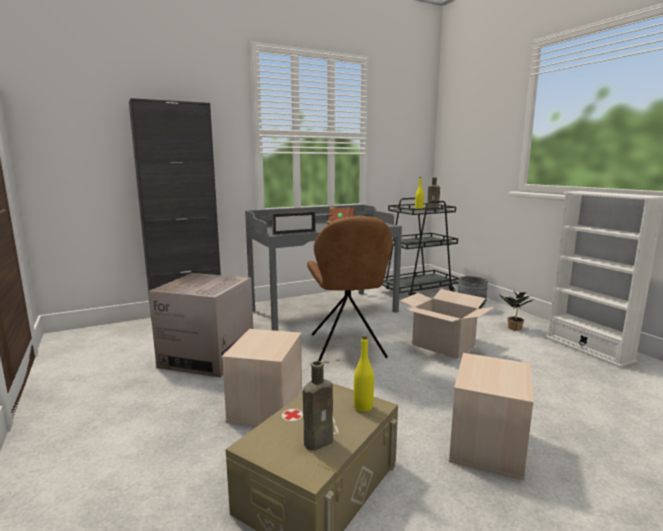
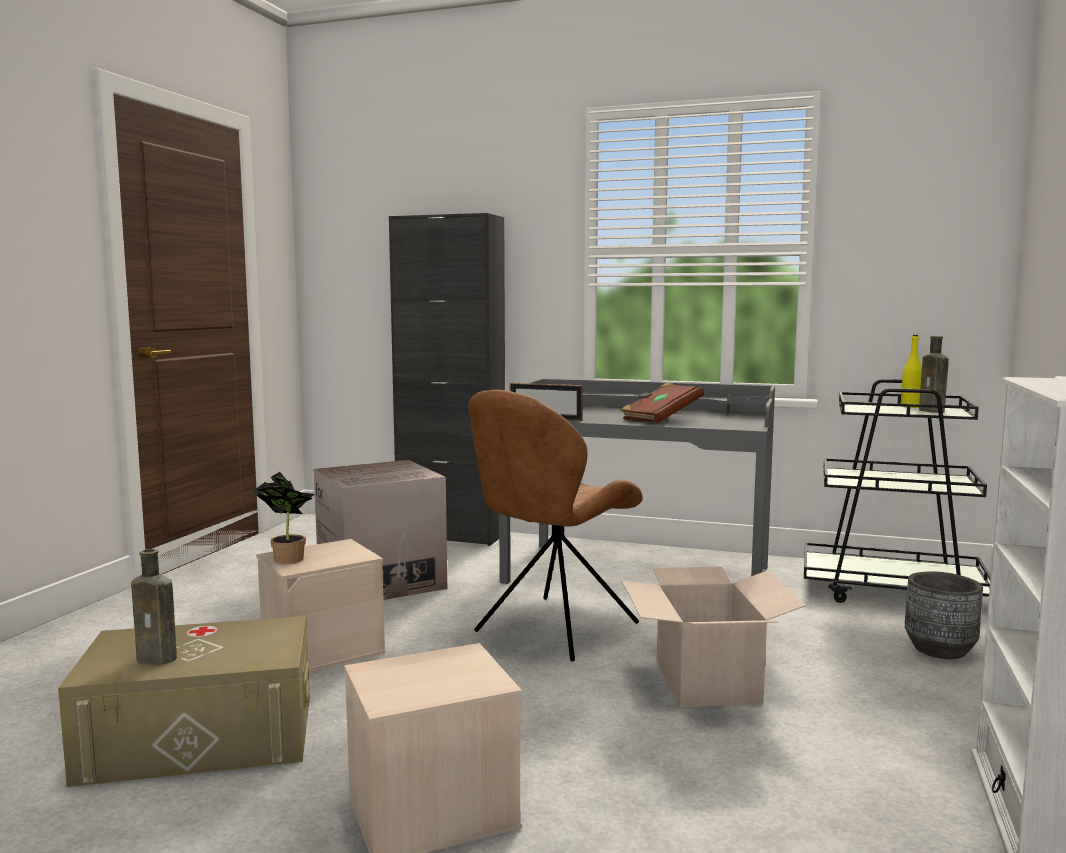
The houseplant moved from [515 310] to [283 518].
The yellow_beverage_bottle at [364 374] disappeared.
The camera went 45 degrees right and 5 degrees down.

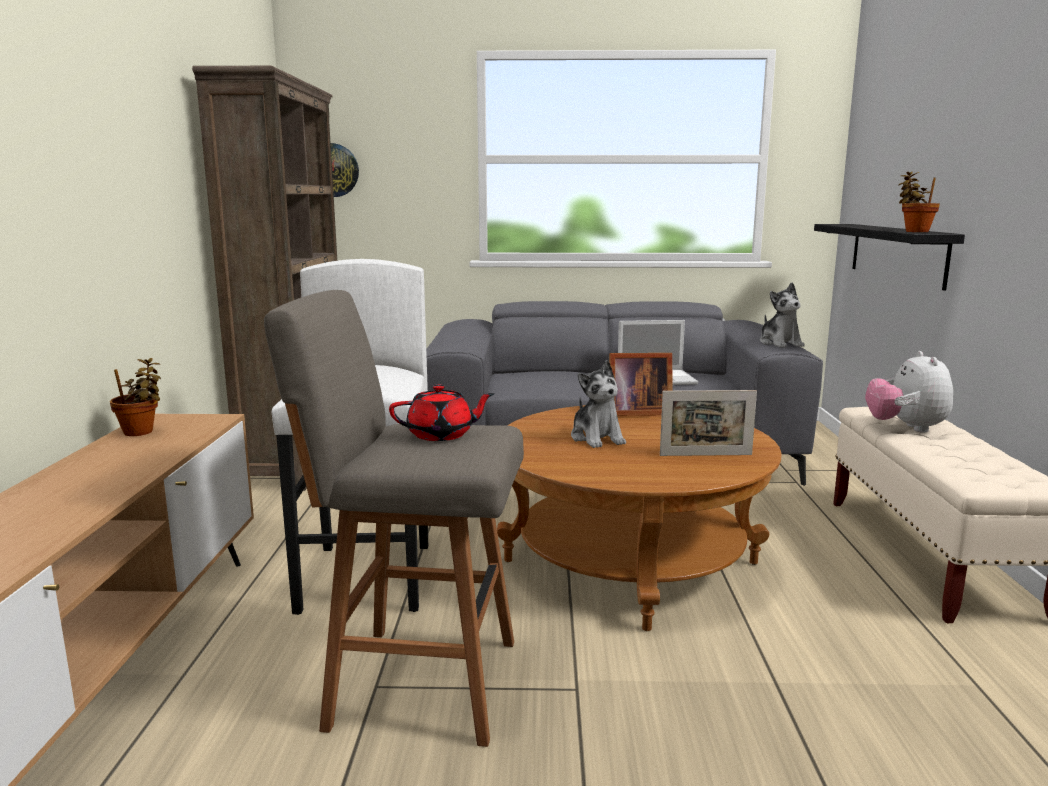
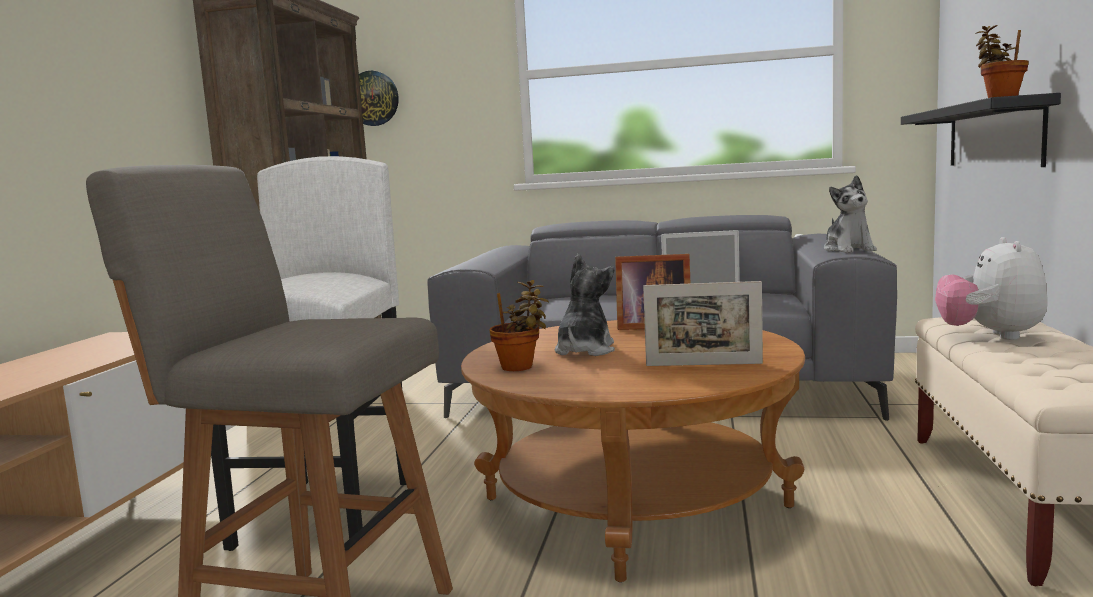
The houseplant moved from [135 397] to [519 325].
The plush_toy at [598 404] turned 150 degrees counterclockwise.
The red-coloured_teapot at [442 413] disappeared.
The camera went 10 degrees right and 5 degrees down.

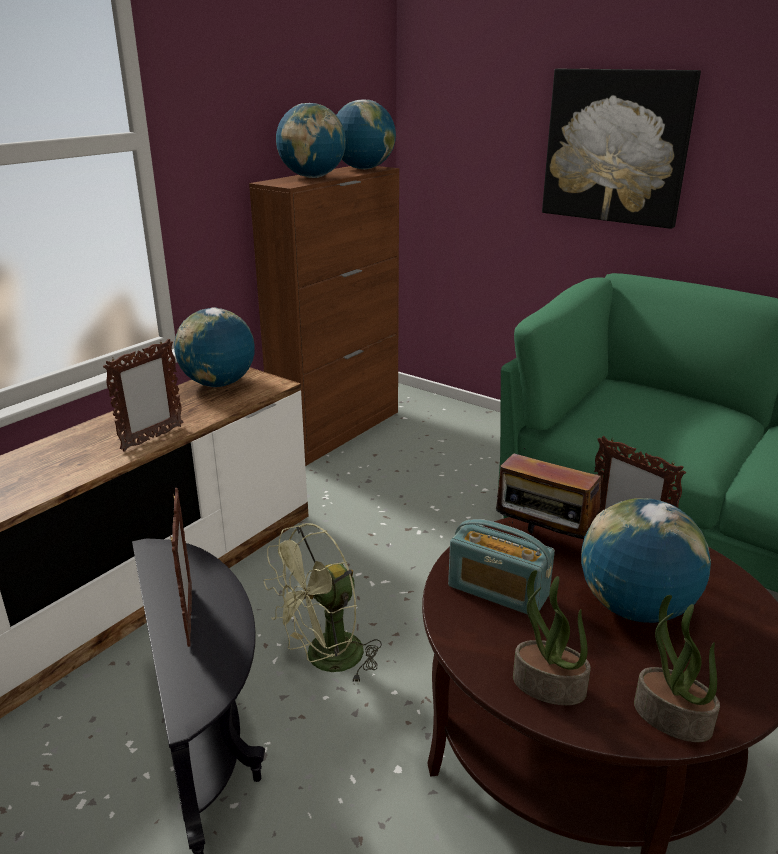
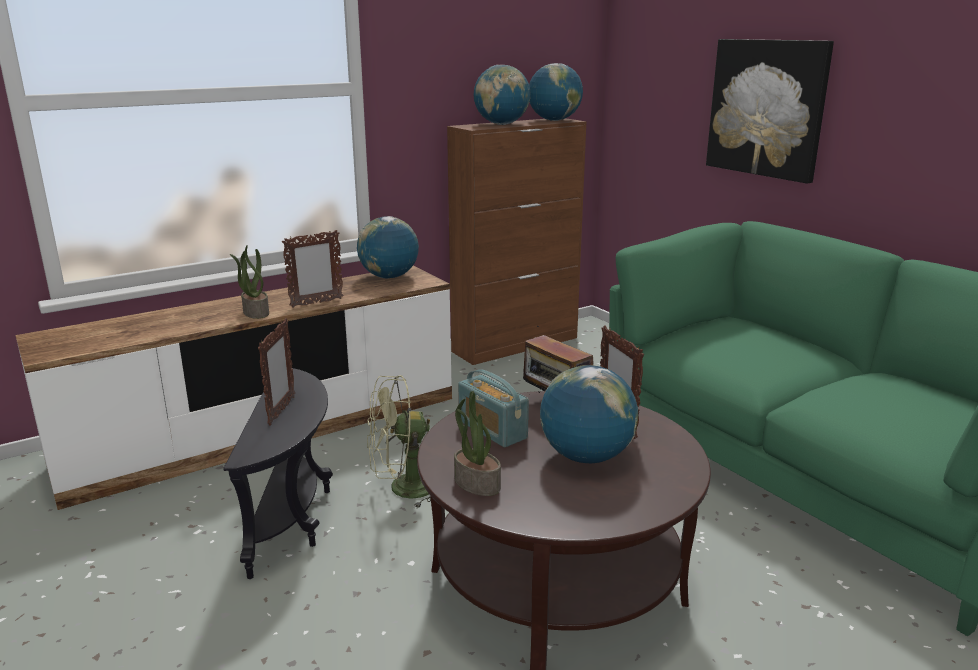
The houseplant moved from [677 668] to [249 282].
The camera went 20 degrees right and 5 degrees down.

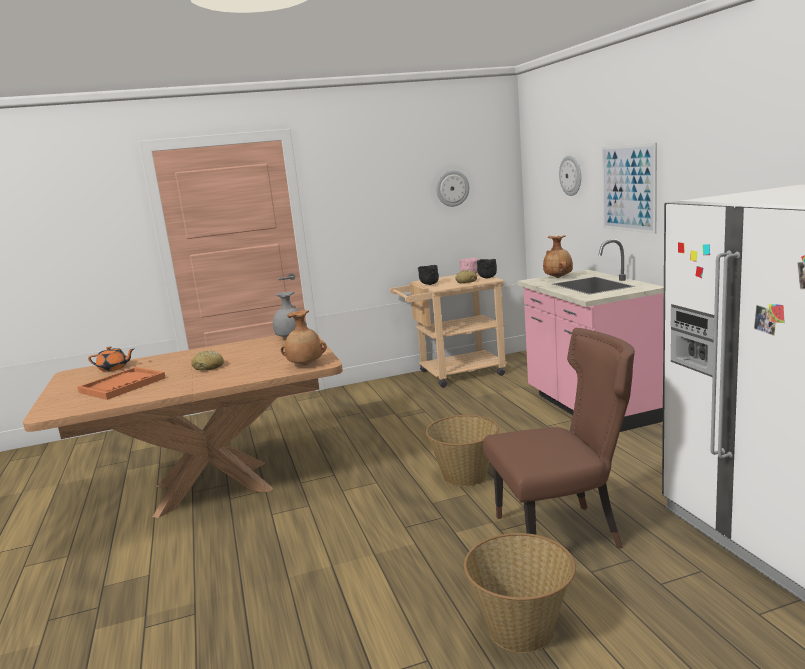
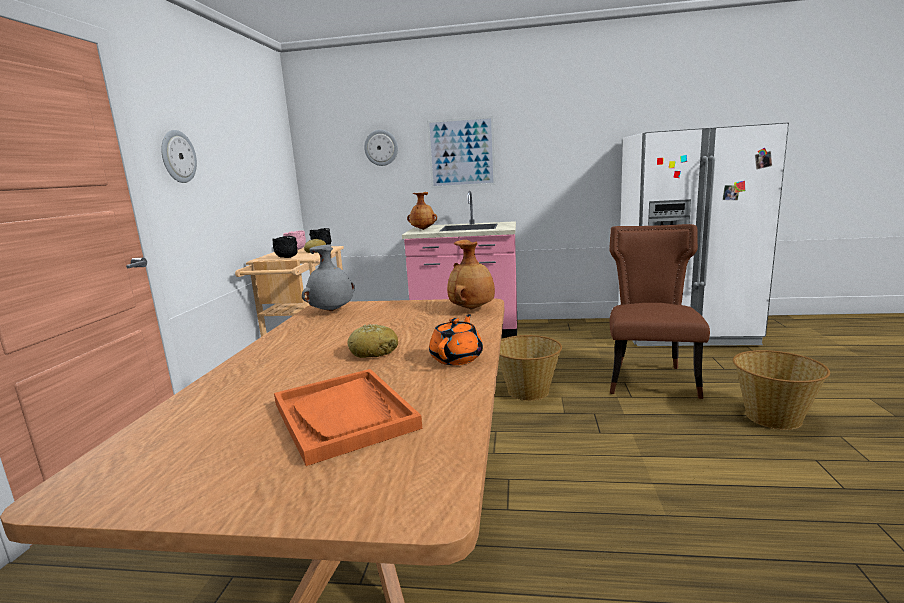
The hanging_clock moved from [452 188] to [179 156].
The orange_teapot moved from [111 358] to [456 339].
The camera went 65 degrees left and 0 degrees up.

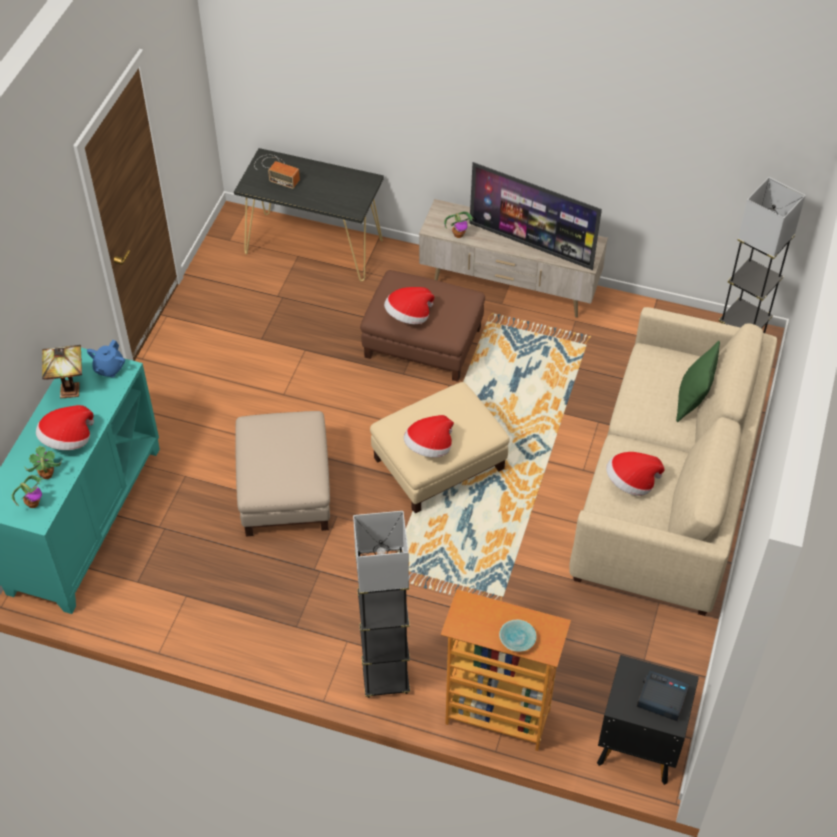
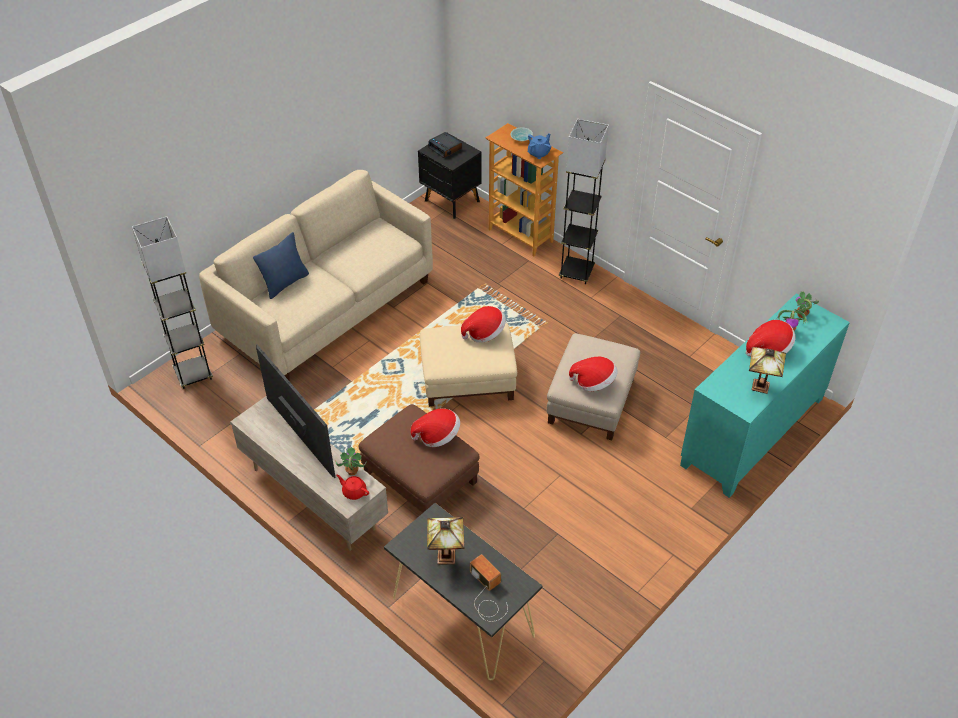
The green-coloured_cushion at [698 381] became the blue_cushion at [281 265].
The red-coloured_teapot at [352 487] appeared.
The tabletop_lamp at [445 540] appeared.
The blue_teapot moved from [106 359] to [539 146].
The clothing_hat moved from [635 474] to [593 374].
The camera went 155 degrees left and 5 degrees down.

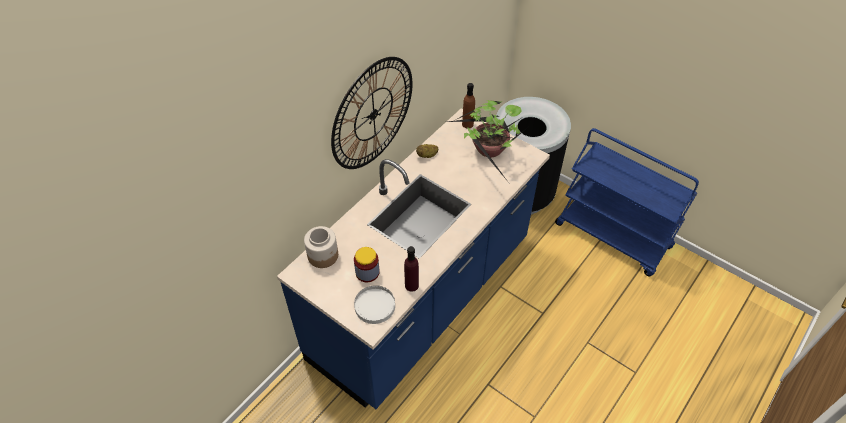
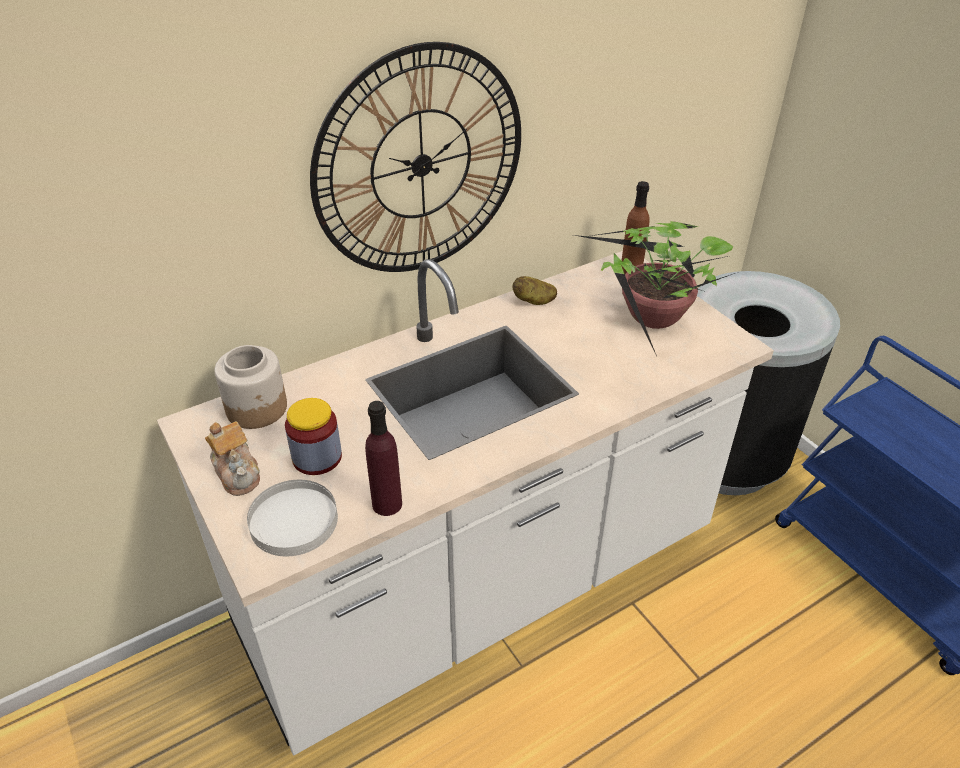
The blue_kitchen_counter at [413 258] became the whitish_kitchen_counter at [465 503].
The teapot at [232 458] appeared.
The camera went 20 degrees right and 10 degrees down.

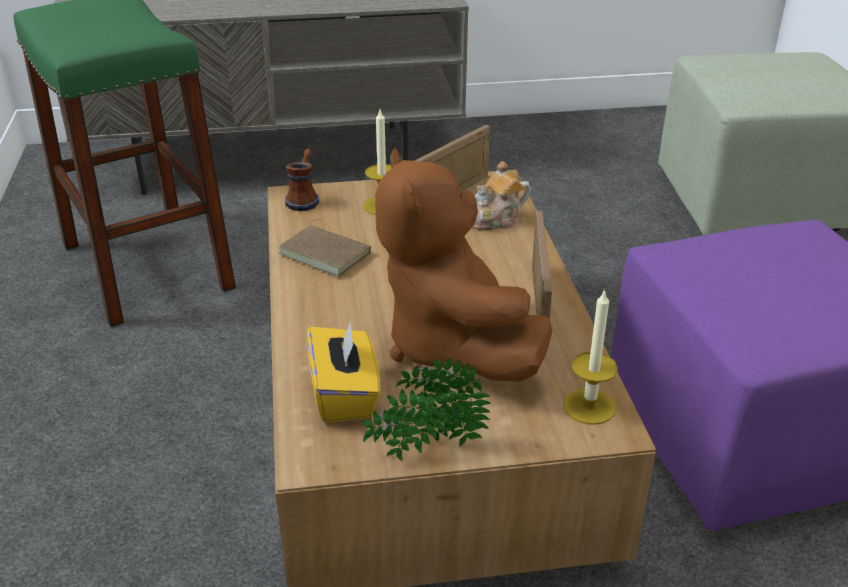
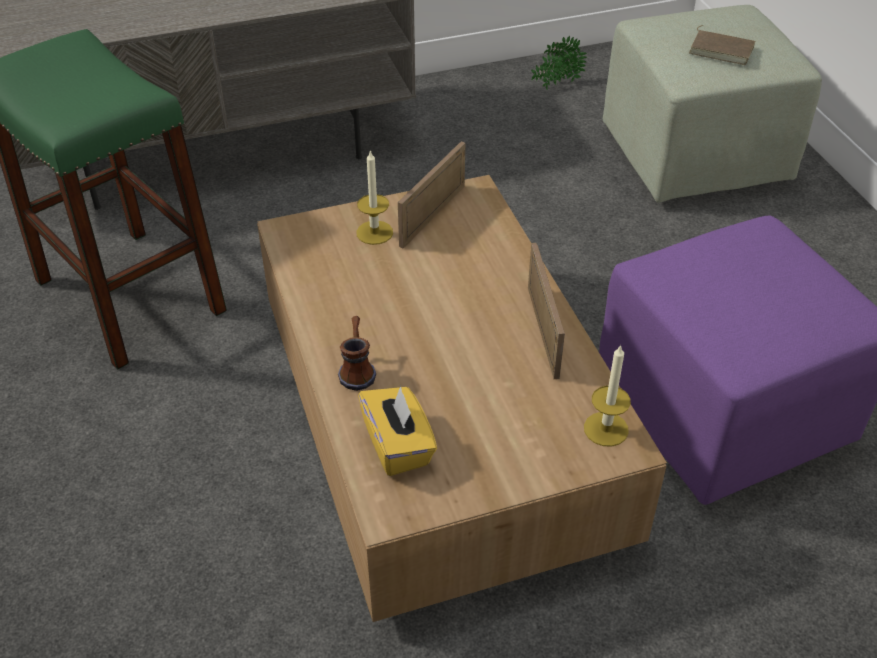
The coffee_mug moved from [302 179] to [357 353].
The houseplant moved from [426 409] to [559 63].
The brownish_book moved from [325 248] to [722 45].
The brownish_plush_toy at [464 265] disappeared.
The teapot at [501 195] disappeared.
The camera went 10 degrees left and 10 degrees up.

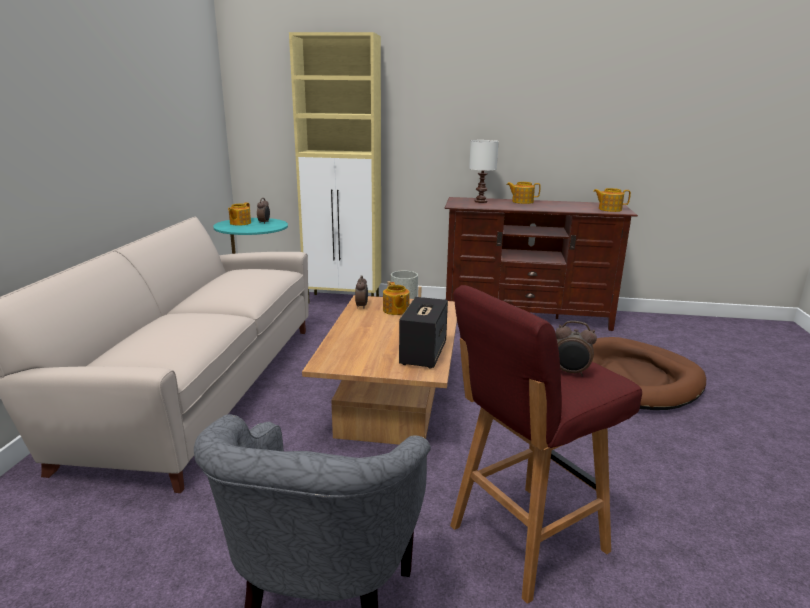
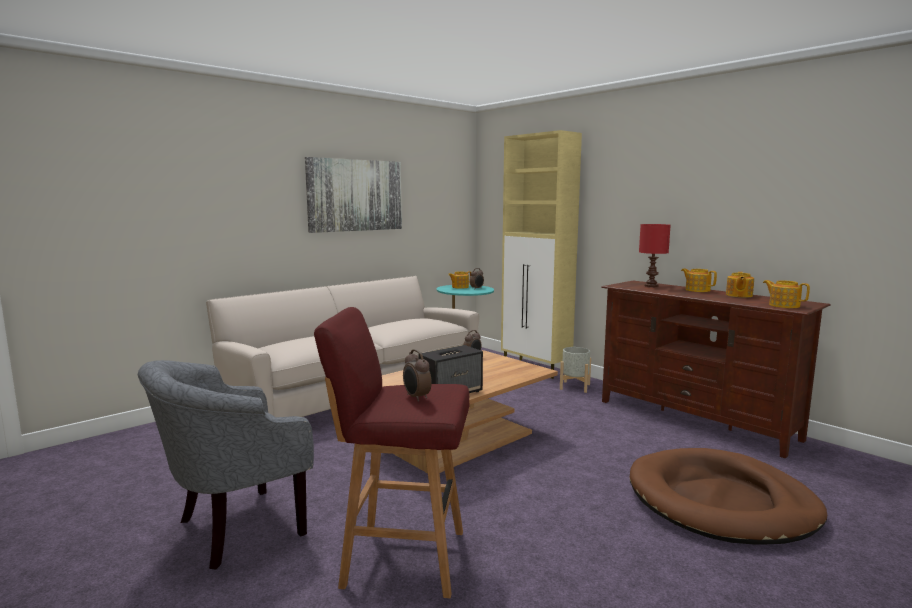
The wall_art at [353 195] appeared.
The whitish_tabletop_lamp at [484 171] became the red-coloured_tabletop_lamp at [655 255].
The teapot moved from [396 298] to [740 284].
The camera went 40 degrees right and 10 degrees down.

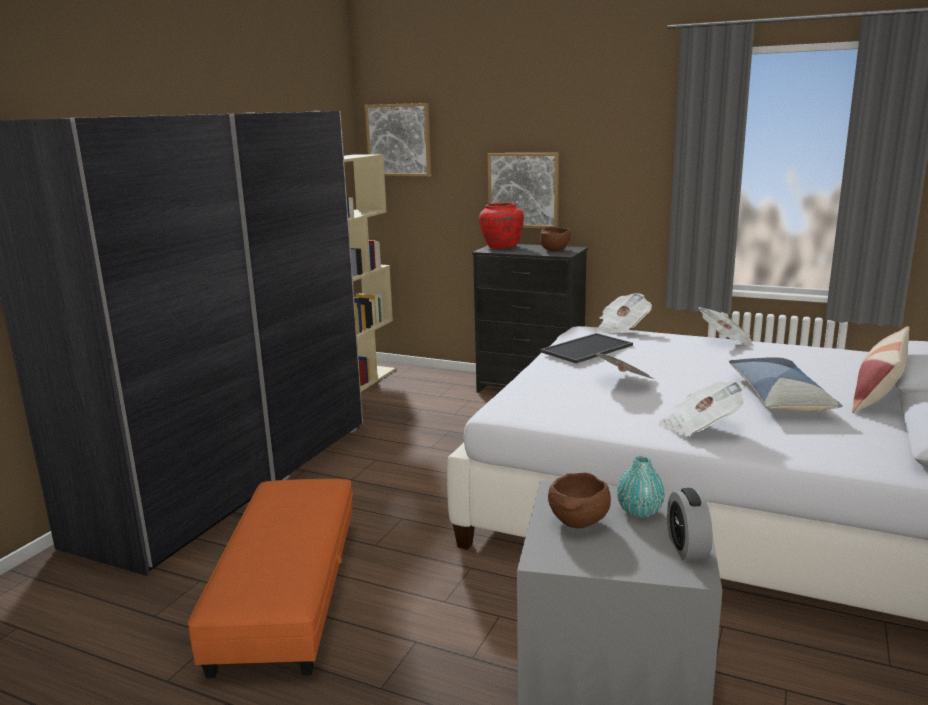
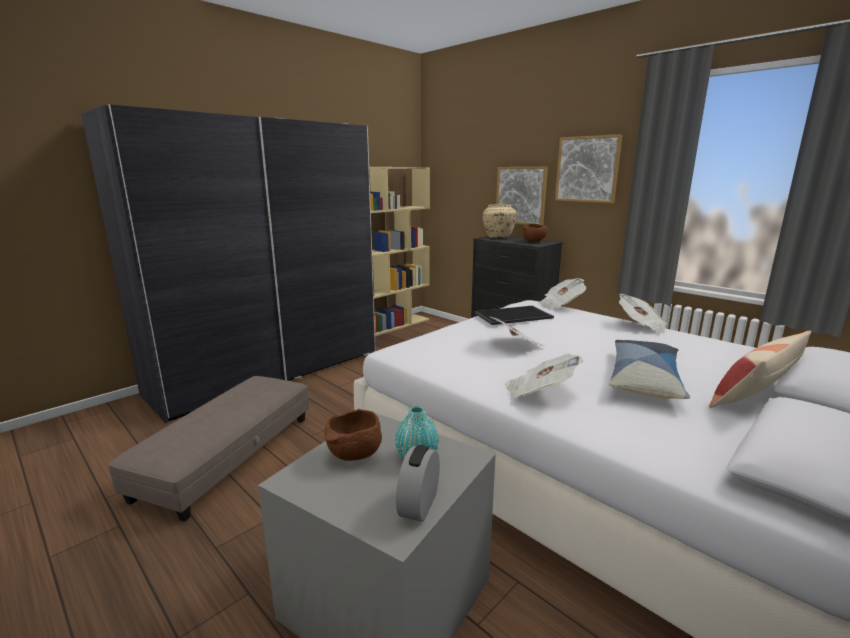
The orange_ottoman at [270 578] became the grey_ottoman at [208 449].
The red-coloured_vase at [501 226] became the sand-coloured_vase at [500 221].
The wall_art moved from [398 139] to [588 168].
The camera went 20 degrees right and 0 degrees up.

